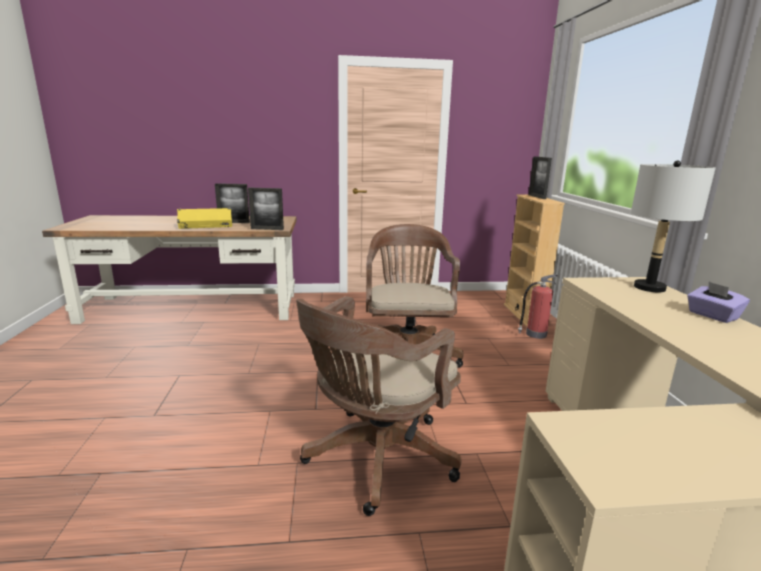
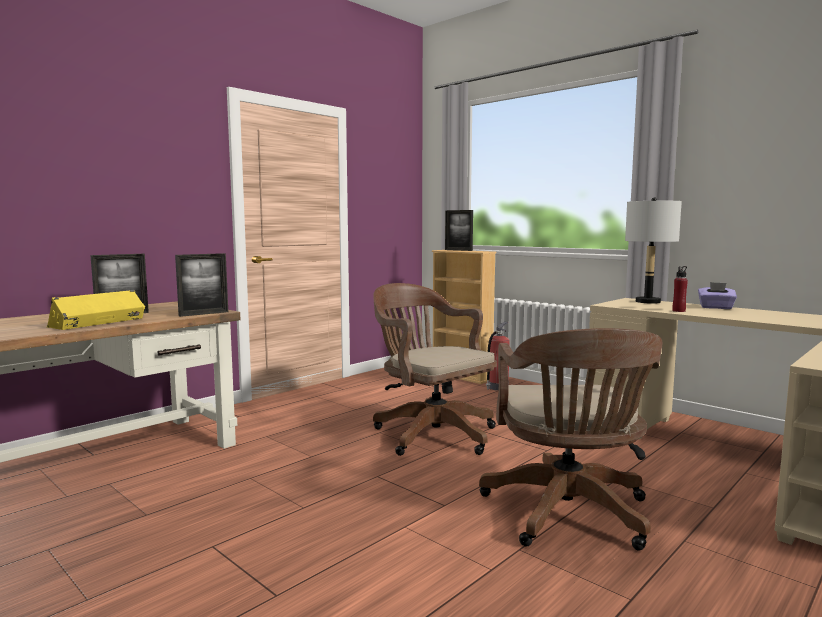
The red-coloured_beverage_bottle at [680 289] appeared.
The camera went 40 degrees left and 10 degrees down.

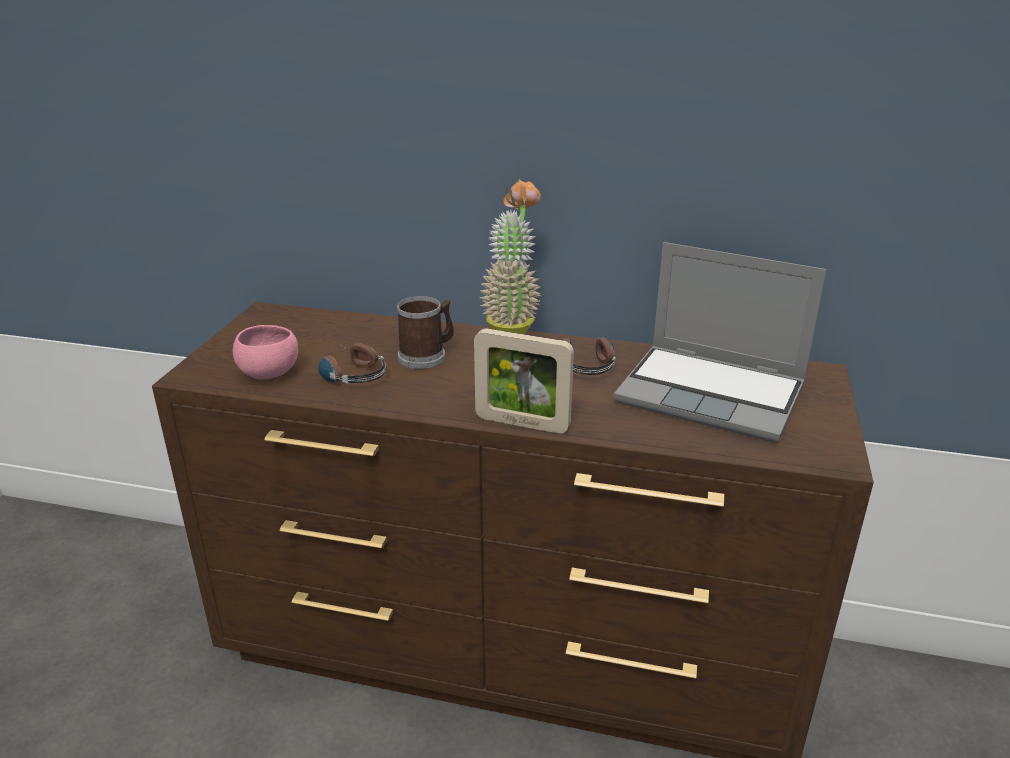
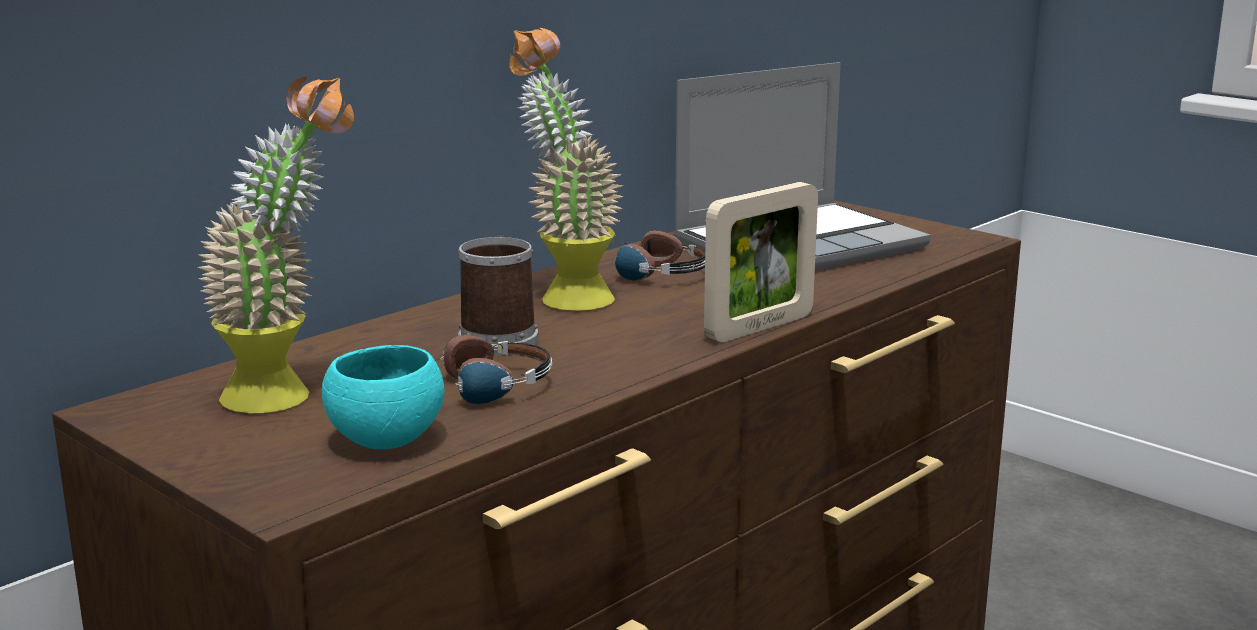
The houseplant at [276 245] appeared.
The pink_bowl at [265 352] became the blue-green_bowl at [383 397].
The camera went 60 degrees left and 10 degrees down.

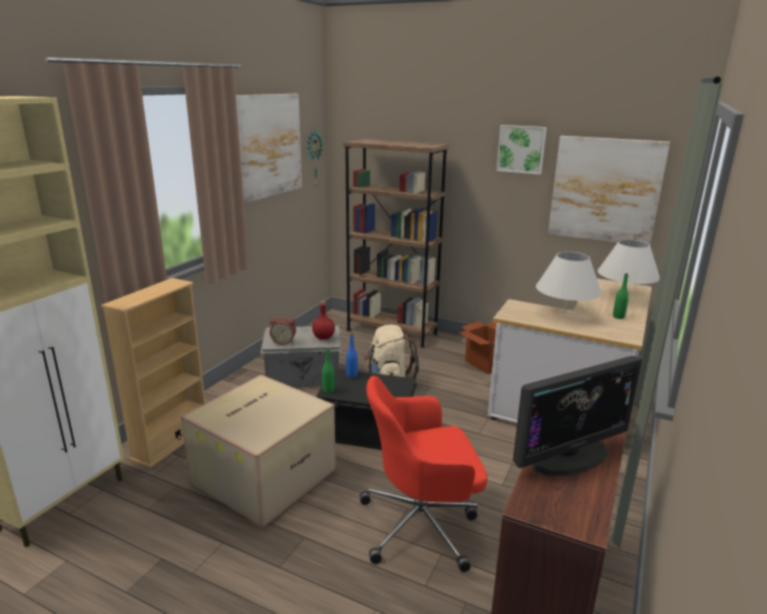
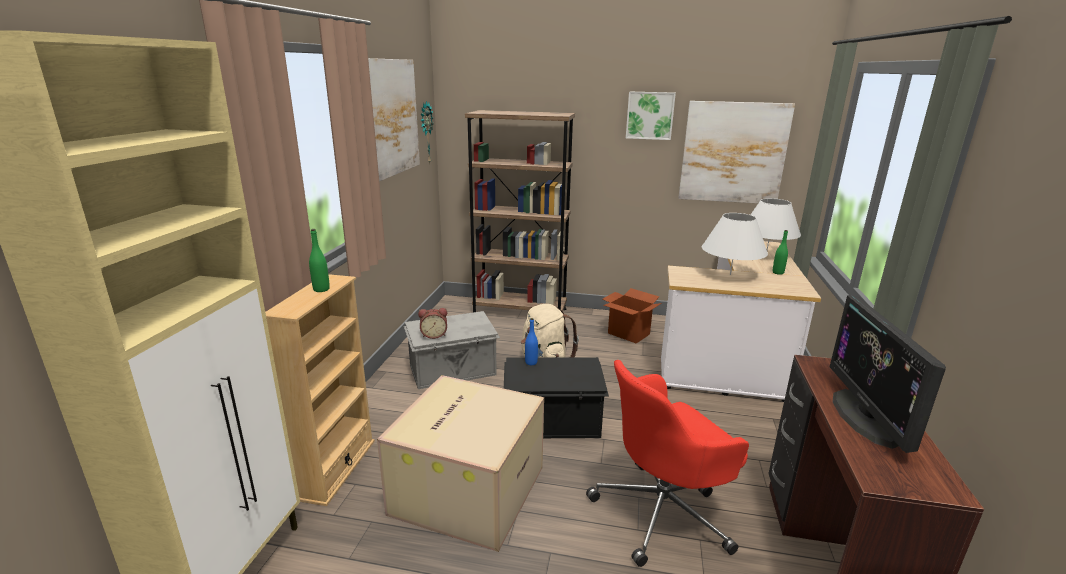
The green-coloured_beverage_bottle moved from [328 370] to [319 260].
The computer_display at [577 416] turned 135 degrees clockwise.
The red-coloured_beverage_bottle at [323 320] disappeared.
The camera went 15 degrees left and 0 degrees up.

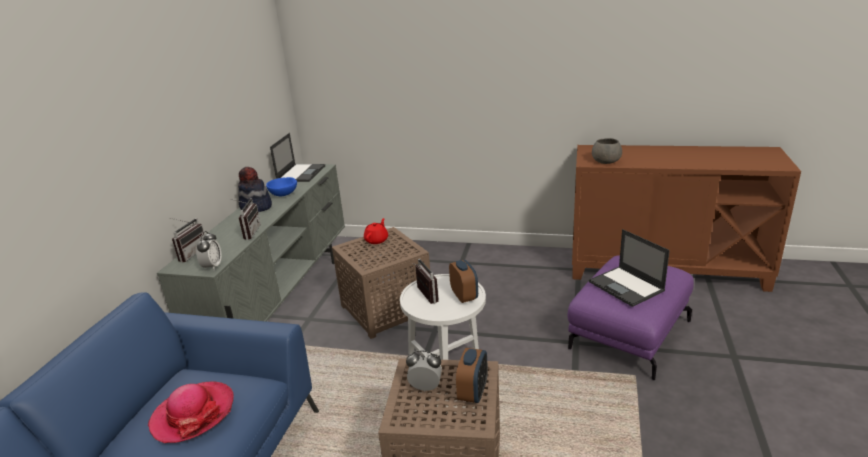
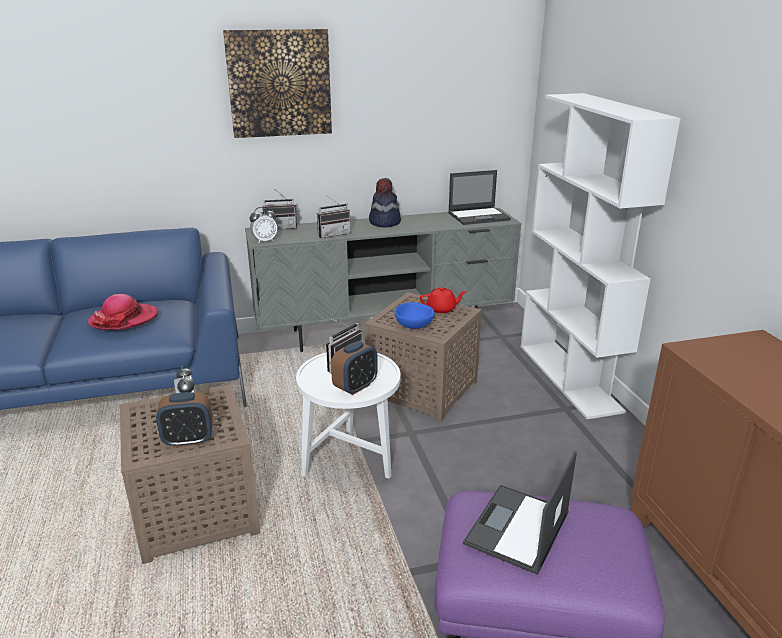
The wall_art at [277 83] appeared.
The blue_bowl moved from [281 186] to [414 315].
The whitish_bookshelf at [601 256] appeared.
The grey_bowl at [607 151] disappeared.
The camera went 60 degrees right and 0 degrees up.

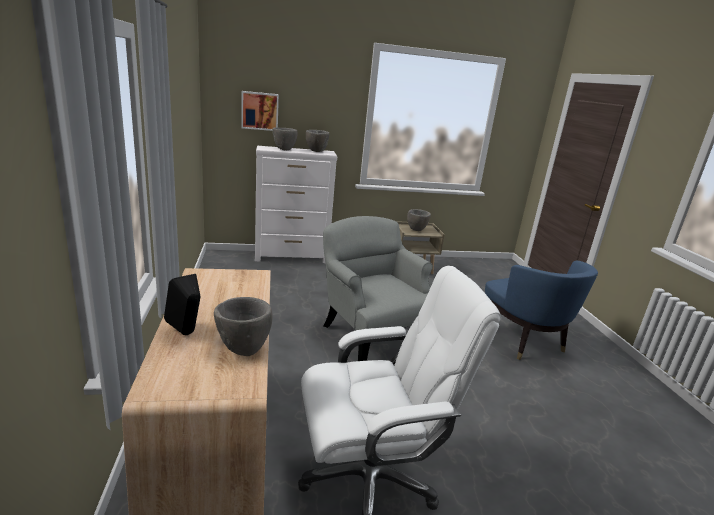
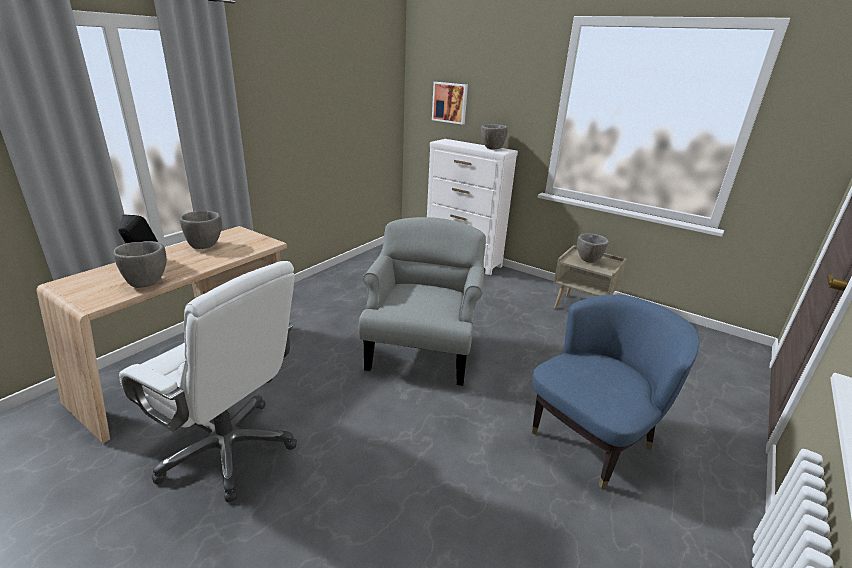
The grey_bowl moved from [285 139] to [201 230].
The blue_easy_chair at [541 310] turned 150 degrees counterclockwise.
The camera went 45 degrees right and 5 degrees up.

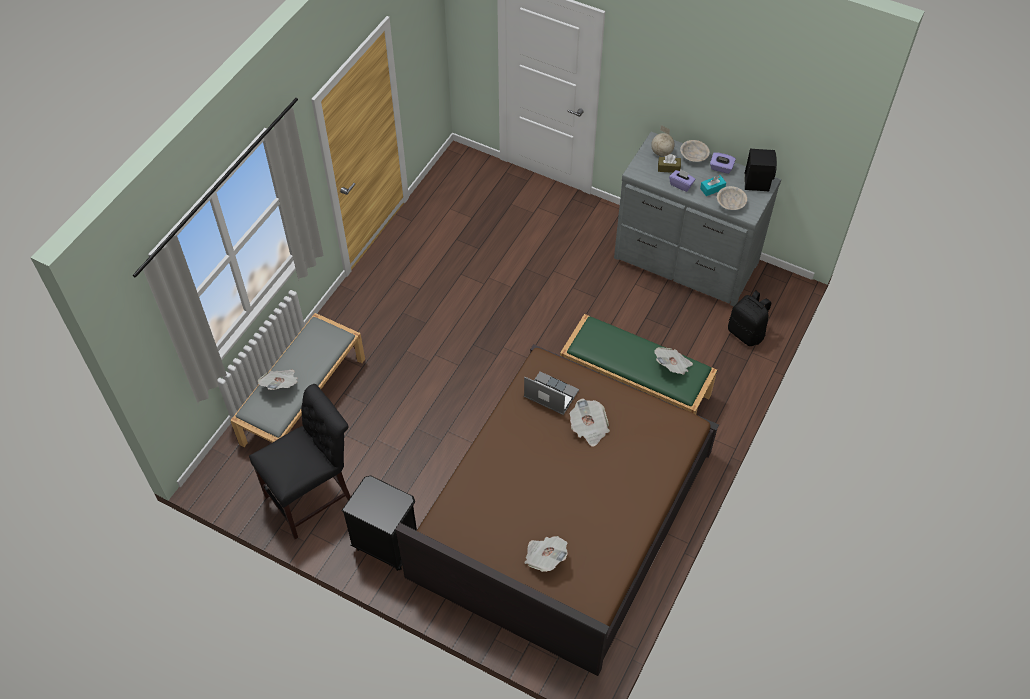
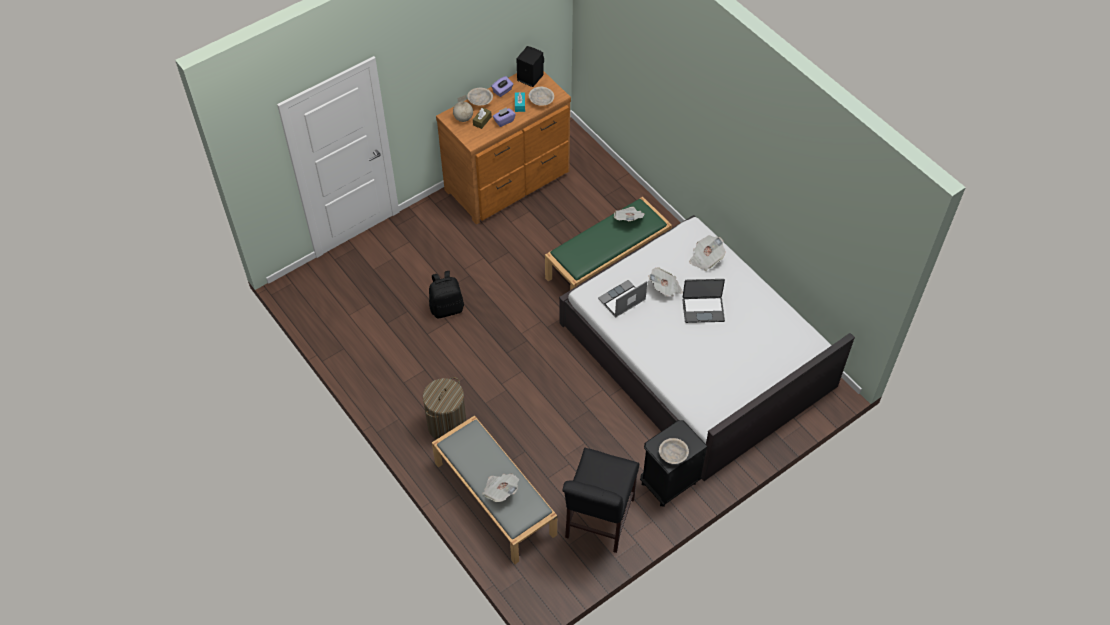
The laundry_basket at [444 408] appeared.
The black-coloured_knapsack moved from [749 318] to [446 295].
The grey_chest_of_drawers at [697 219] became the brownish_chest_of_drawers at [503 148].
The brownish_sleeping_bed at [557 510] became the whitish_sleeping_bed at [707 348].
The black-coloured_upright_chair at [300 461] turned 150 degrees counterclockwise.
The sand-coloured_bowl at [674 451] appeared.
The portable_computer at [704 301] appeared.
The daily_paper moved from [546 554] to [707 253].
The camera went 65 degrees left and 0 degrees up.

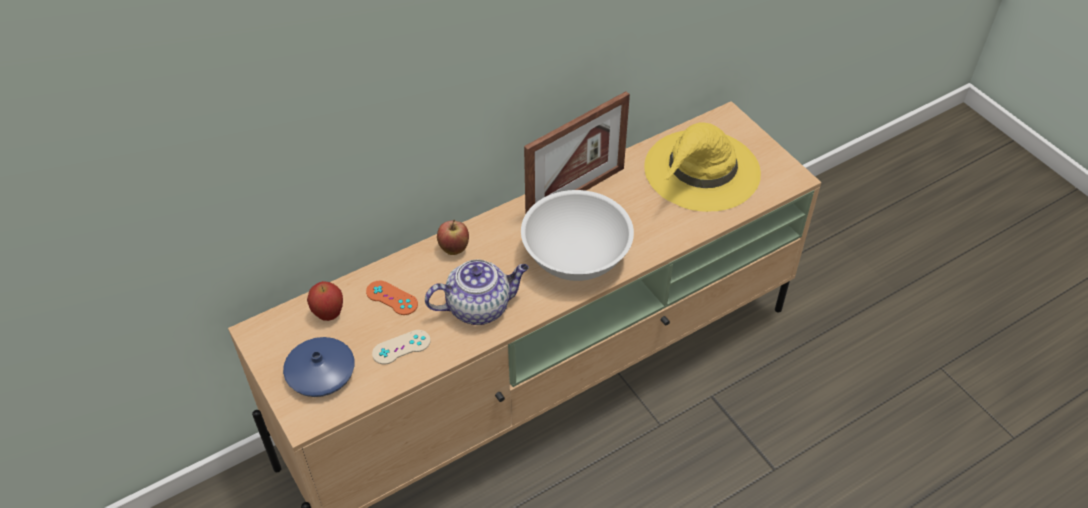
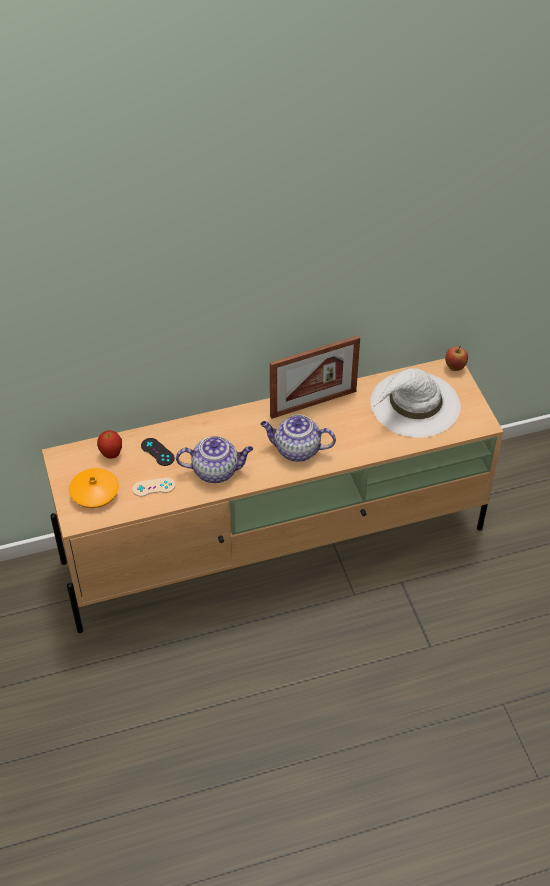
The blue_vase at [319 367] became the orange_vase at [94 488].
The orange_gamepad at [392 298] became the black-coloured_gamepad at [158 452].
The whitish_bowl at [577 235] was replaced by the teapot at [298 438].
The yellow_clothing_hat at [702 167] became the whitish_clothing_hat at [415 403].
The apple moved from [453 237] to [456 358].
The camera went 15 degrees right and 0 degrees up.

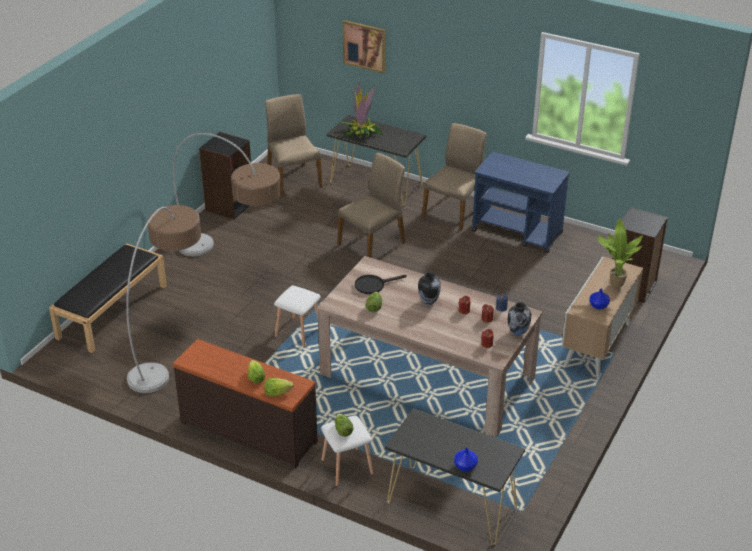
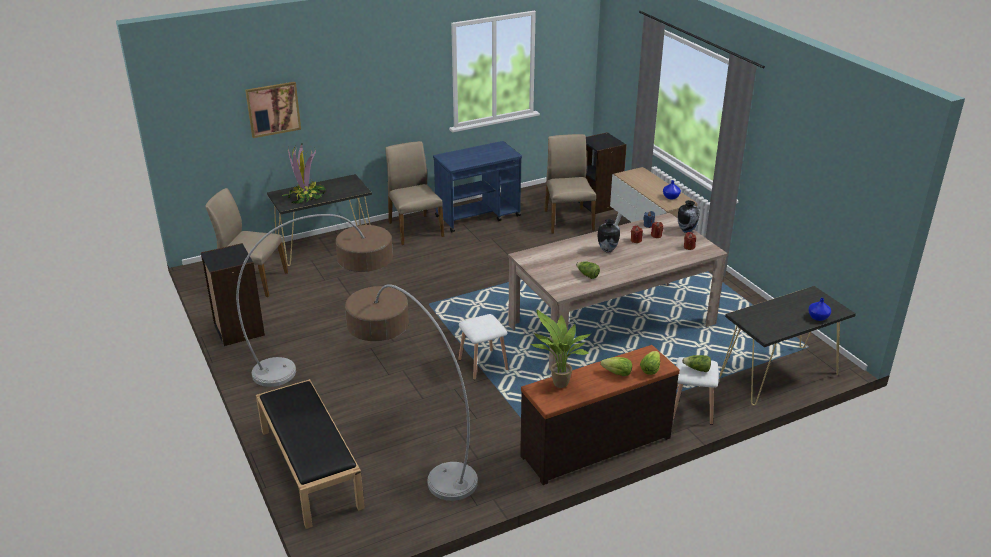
The houseplant moved from [620 253] to [561 348].
The sand-coloured_upright_chair moved from [371 205] to [570 184].
The black-coloured_frying_pan at [381 284] disappeared.
The camera went 55 degrees left and 5 degrees down.

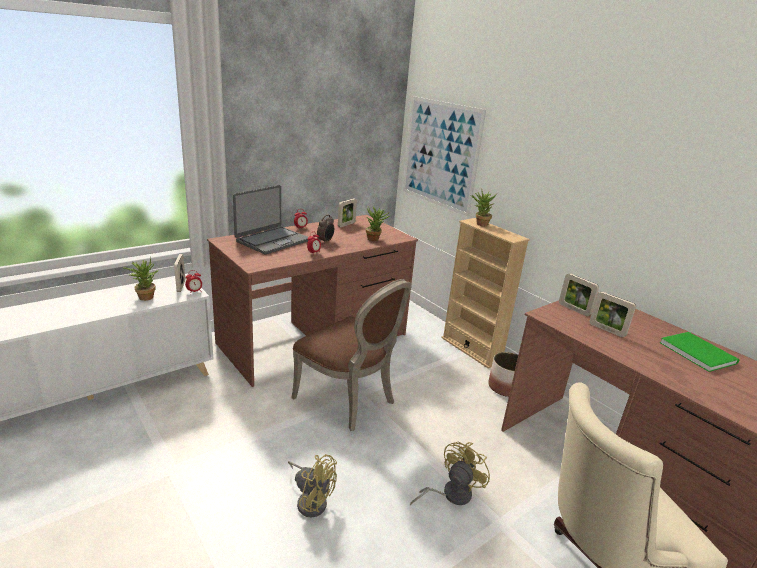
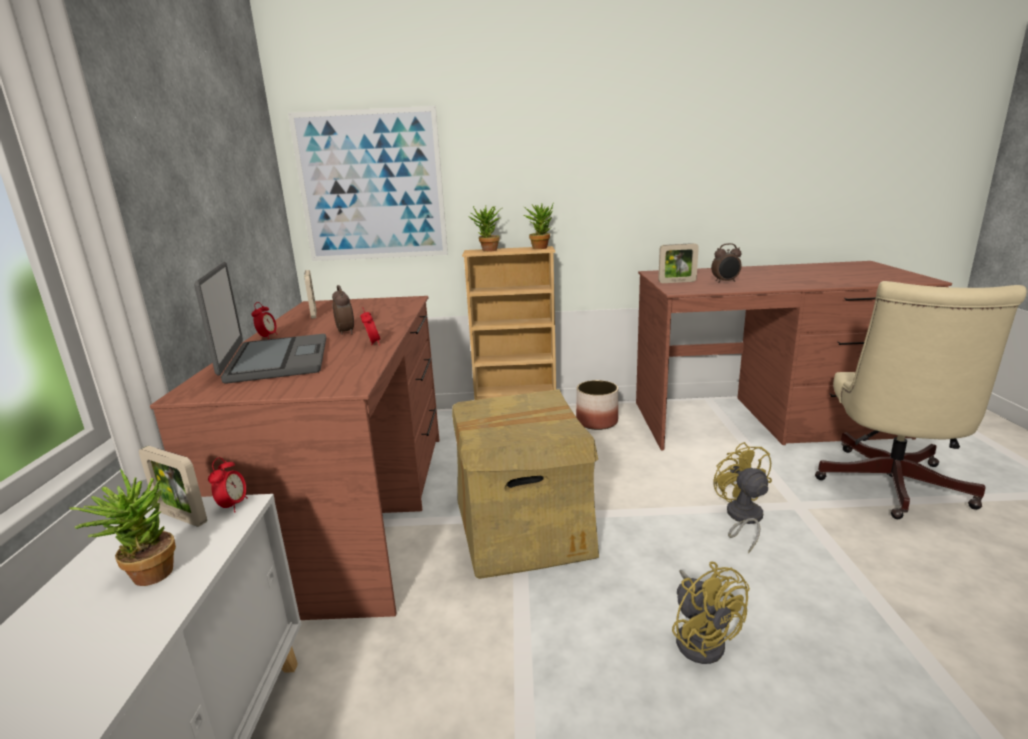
The brownish_upright_chair at [352 355] was replaced by the packing_box at [525 484].
The houseplant moved from [378 223] to [538 226].
The yellow_electric_fan at [312 486] turned 90 degrees clockwise.
The standing_frame at [612 314] was replaced by the bedside_clock at [726 263].
The green-coloured_book at [699 352] disappeared.
The camera went 50 degrees left and 5 degrees down.

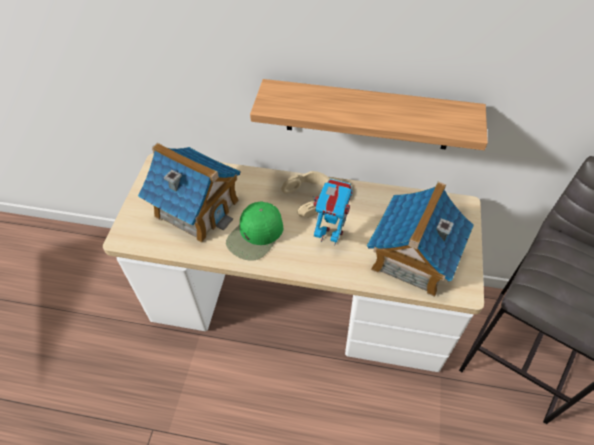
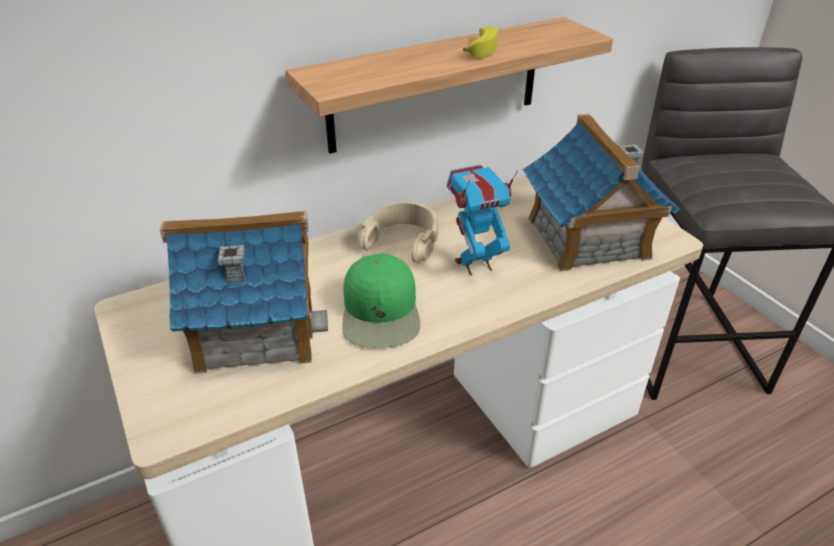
The banana_fruit at [480 42] appeared.
The camera went 40 degrees left and 15 degrees down.

